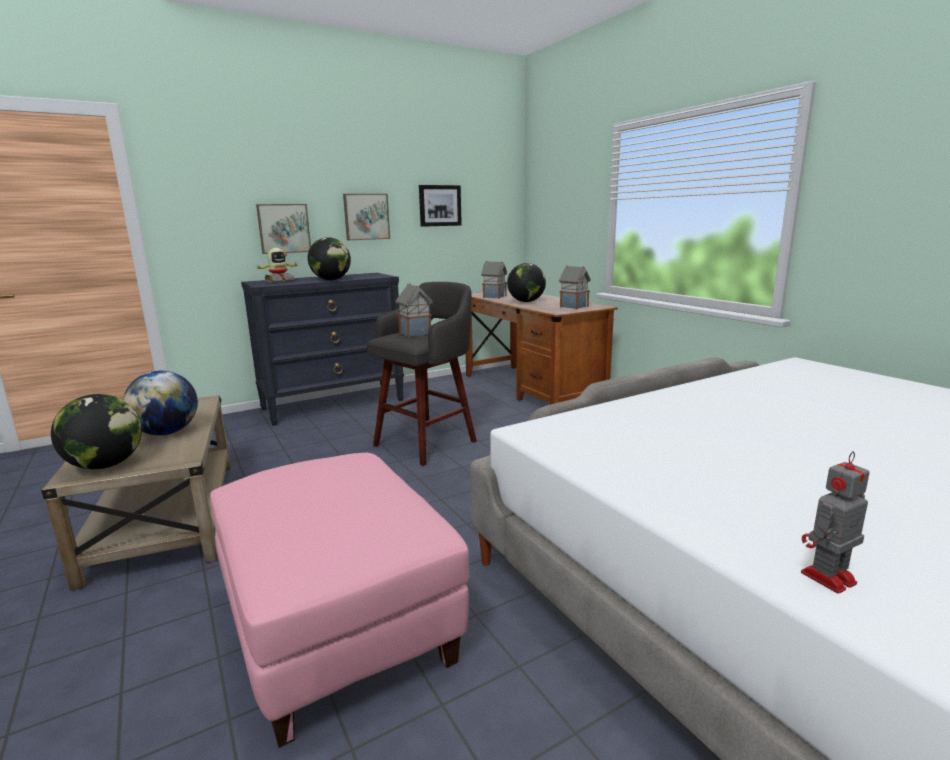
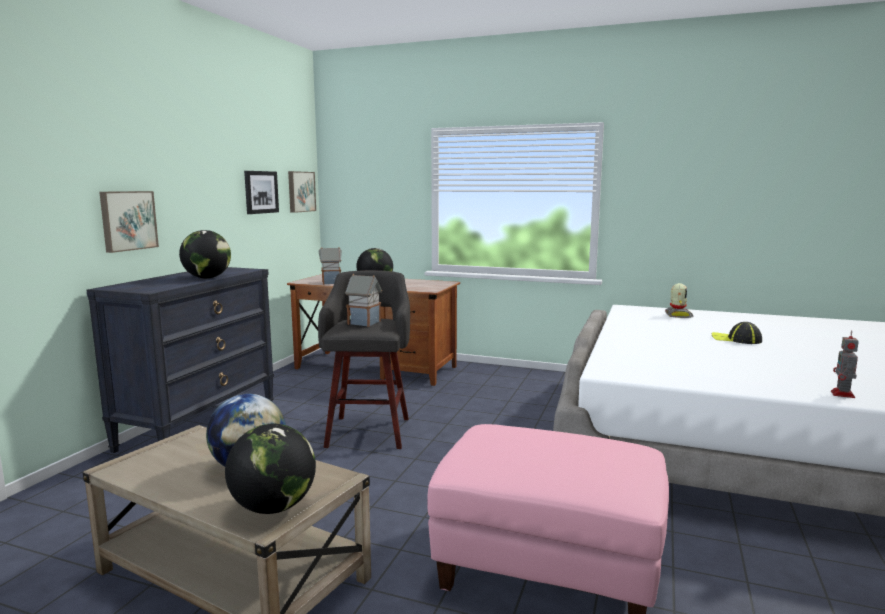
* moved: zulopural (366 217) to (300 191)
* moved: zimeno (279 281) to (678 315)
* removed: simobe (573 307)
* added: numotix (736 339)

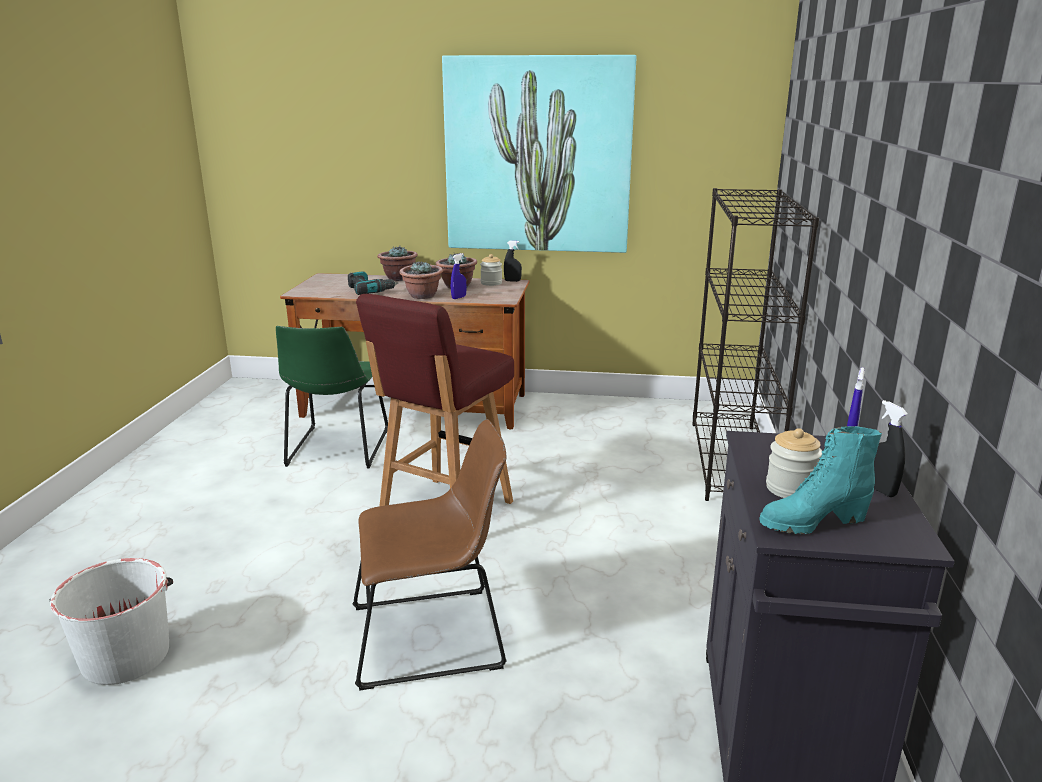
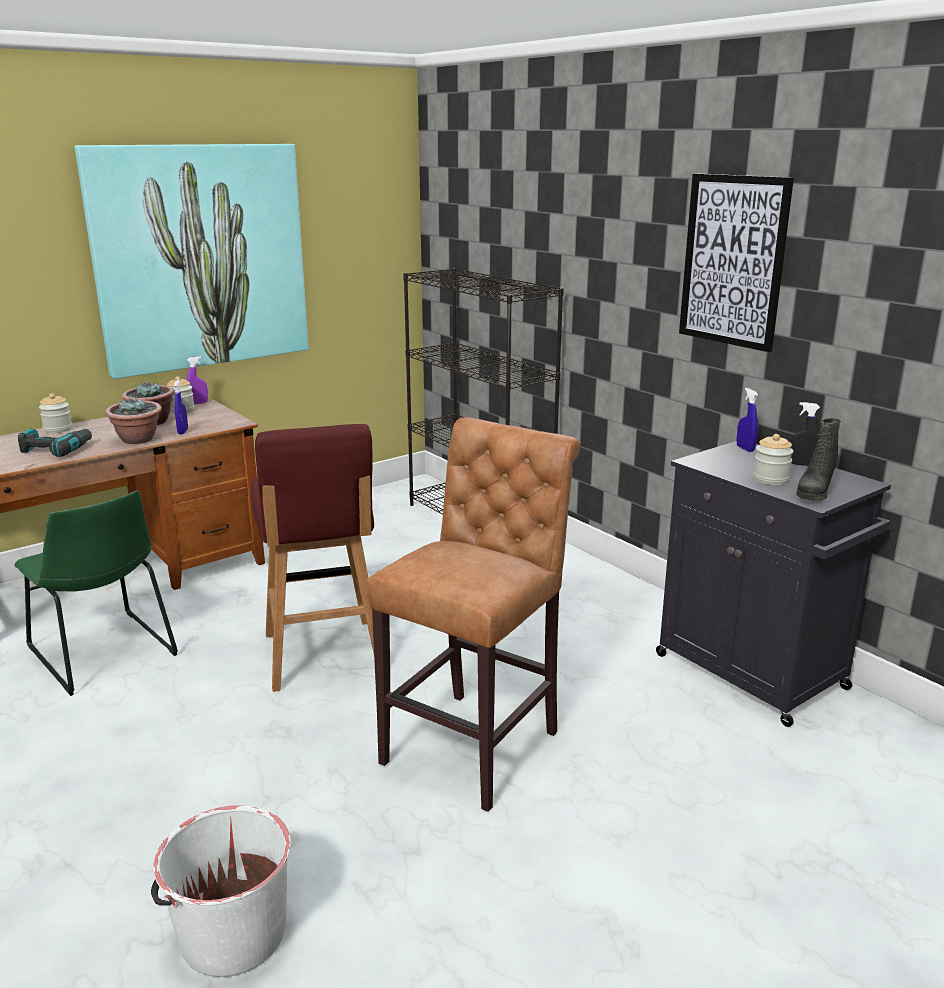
* recoloured: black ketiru (512 281) to purple ketiru (198 403)
* replaced: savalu (398 278) to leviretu (58 429)
* replaced: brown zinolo (434 635) to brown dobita (477 743)
* recoloured: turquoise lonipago (811 522) to black lonipago (814 491)
* added: zulopural (733 261)

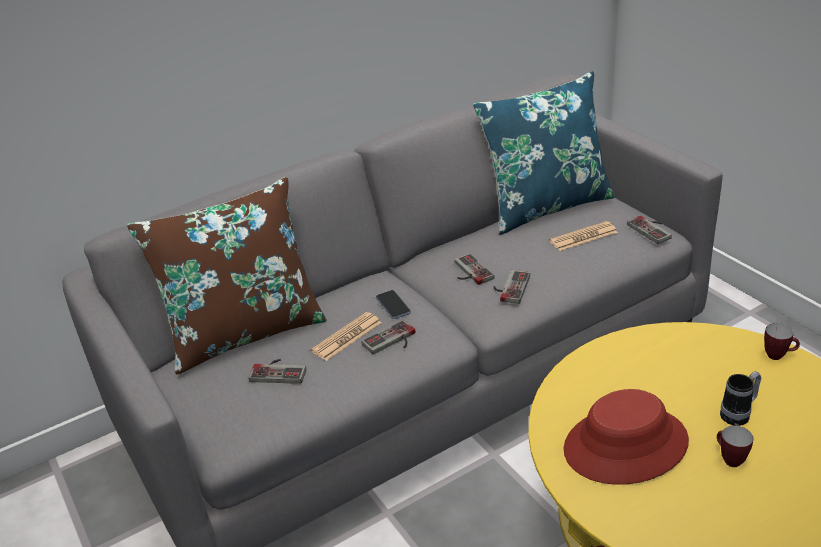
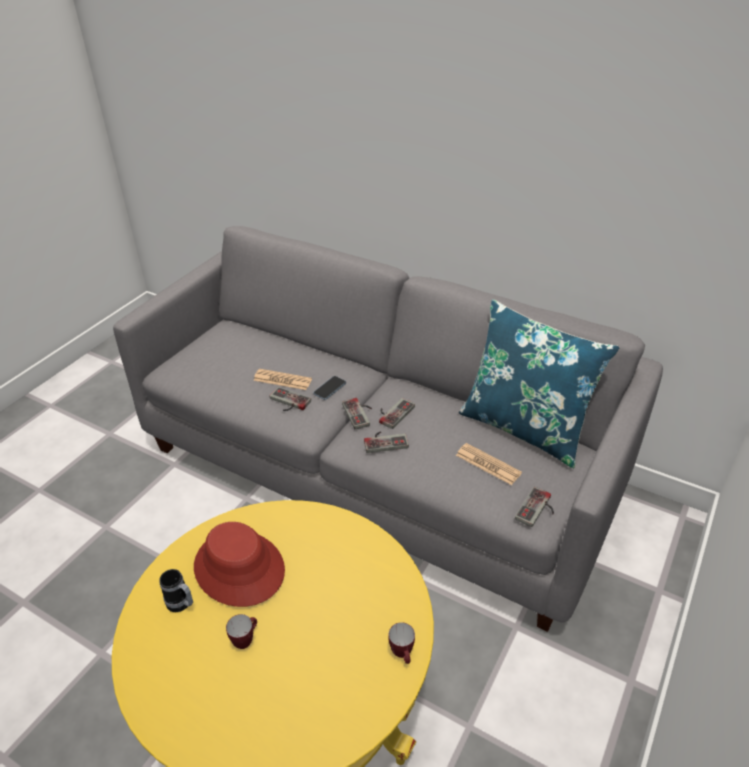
* removed: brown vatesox (245 332)
* moved: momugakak (279 371) to (360 413)
* moved: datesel (739 414) to (182 605)

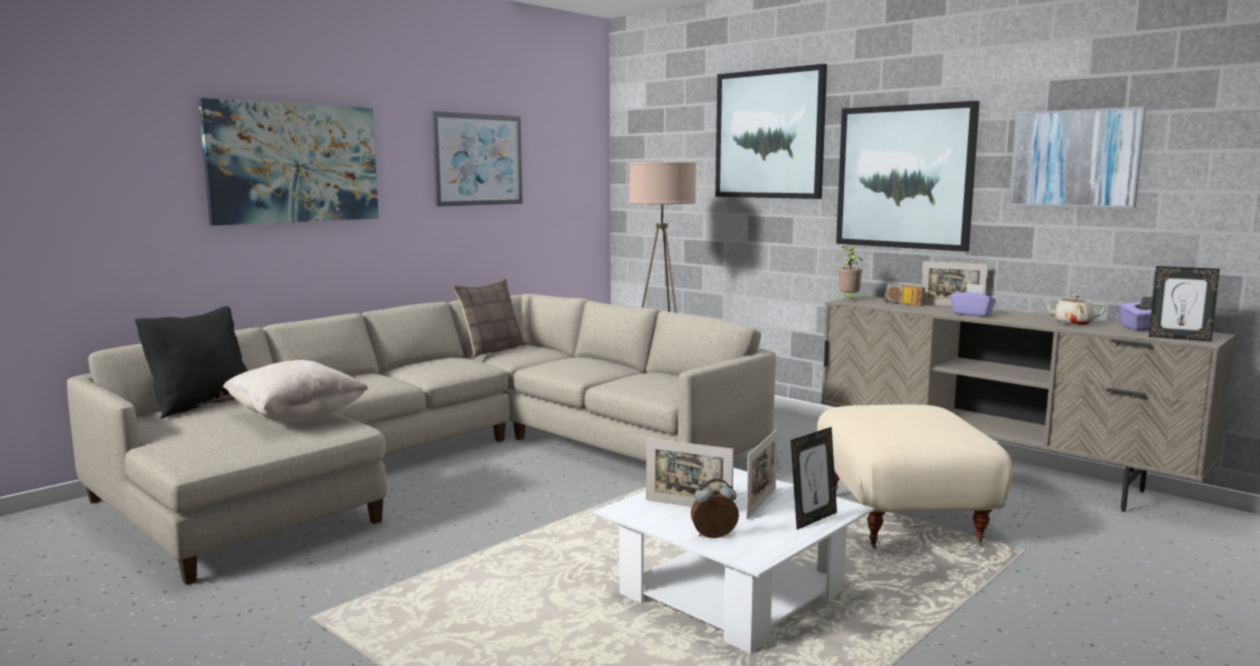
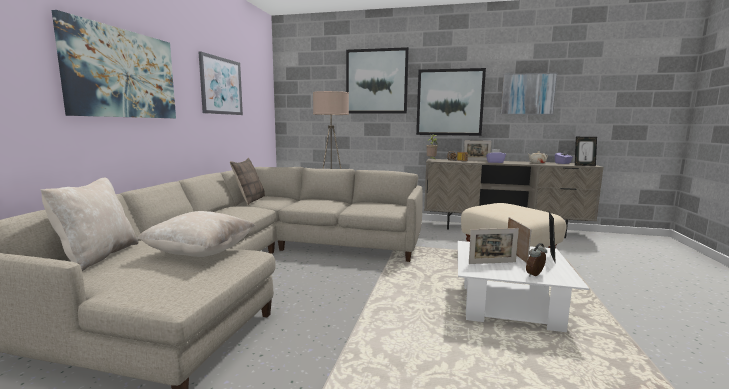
* recoloured: black vatesox (201 404) to beige vatesox (97 257)

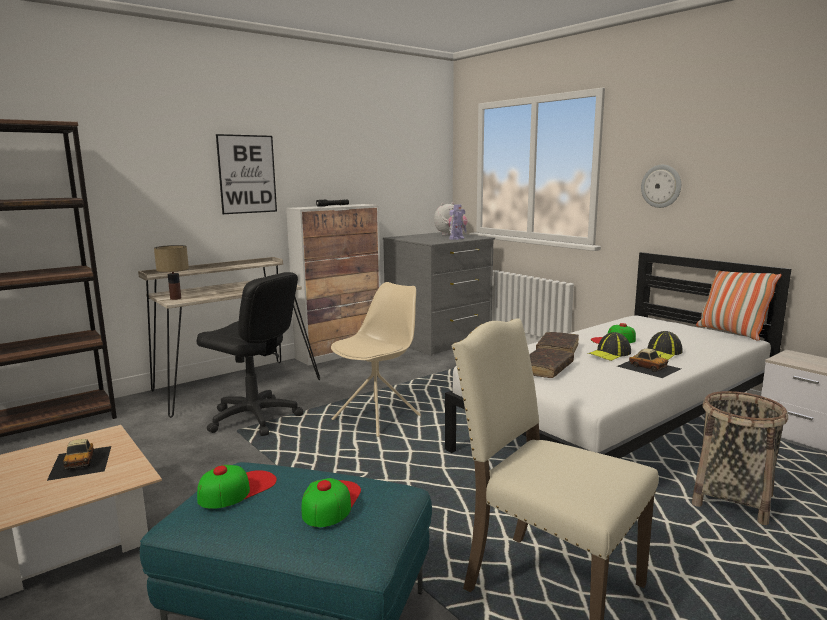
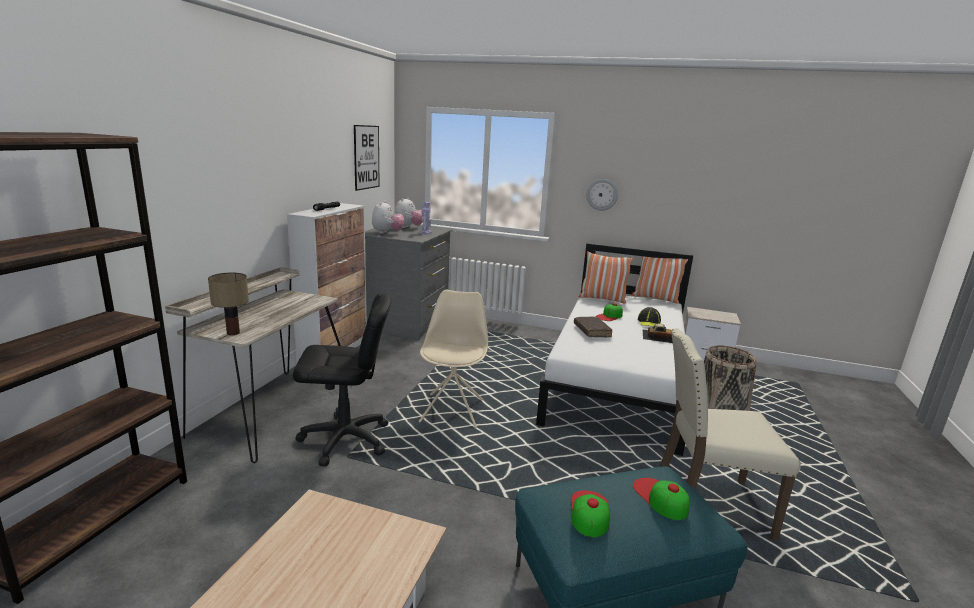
* moved: zulopural (247 174) to (366 157)
* removed: numotix (609 354)
* removed: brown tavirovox (545 369)
* removed: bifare (81 462)
* added: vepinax (387 233)
* added: vatesox (602 299)

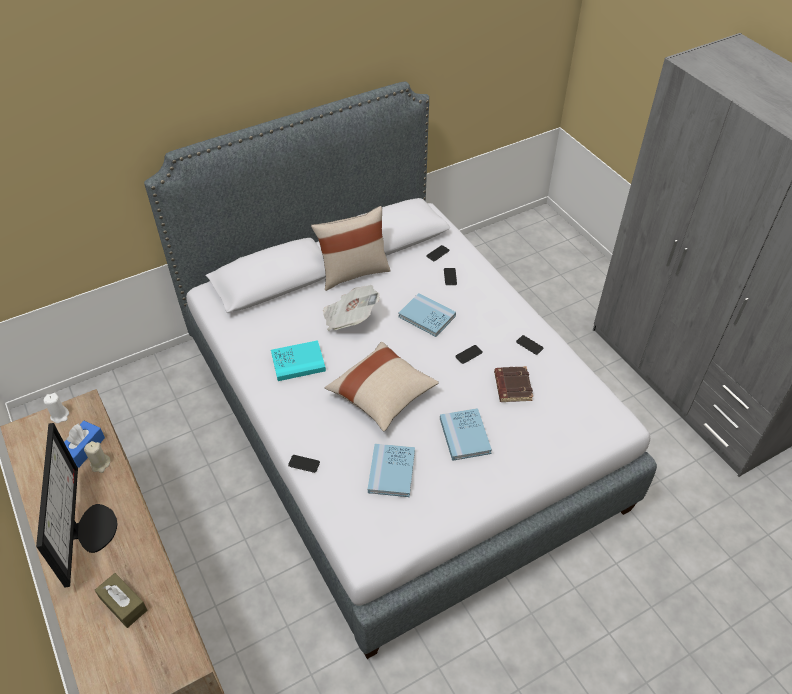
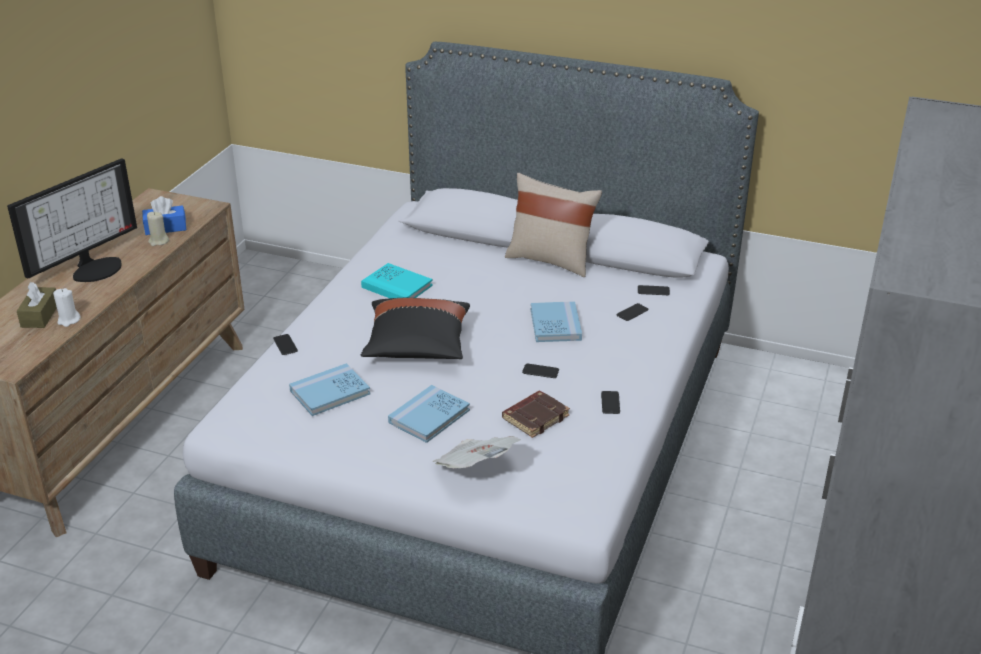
* moved: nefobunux (350 318) to (476 468)
* recoloured: beige vatesox (382 395) to black vatesox (417 347)
* moved: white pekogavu (60 415) to (68 320)

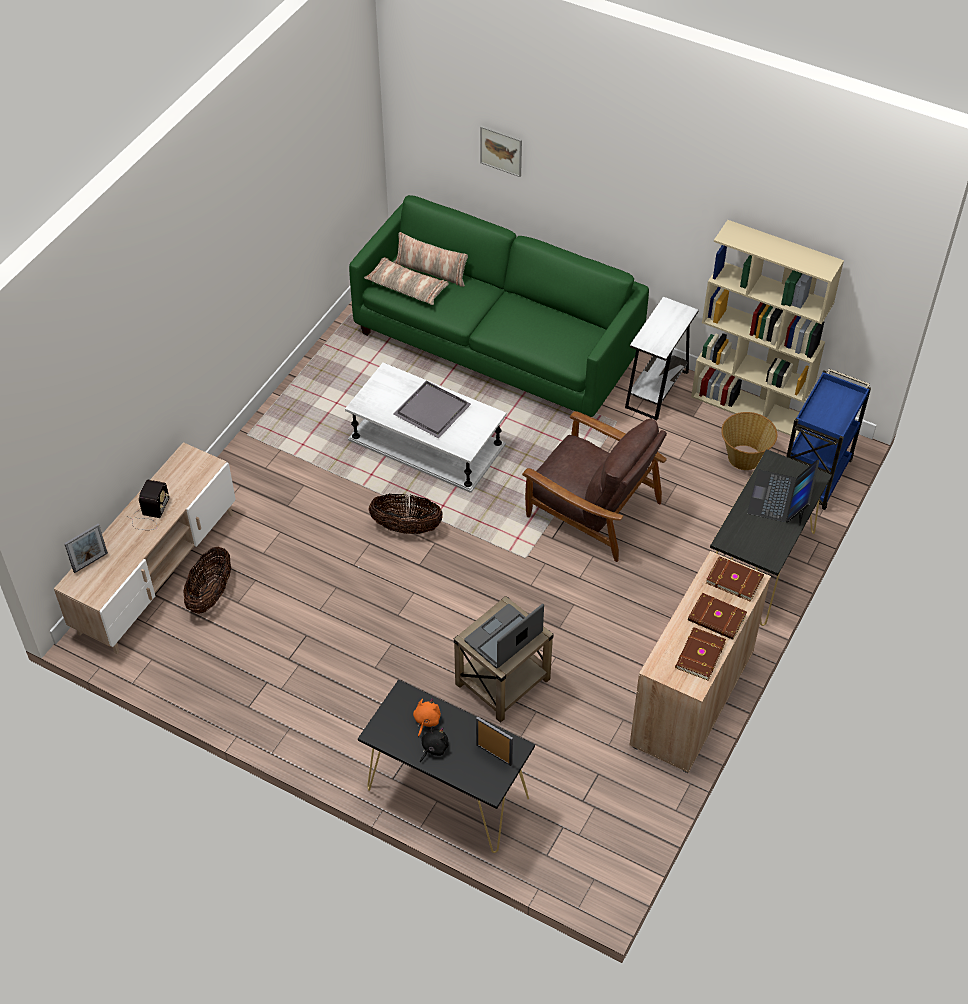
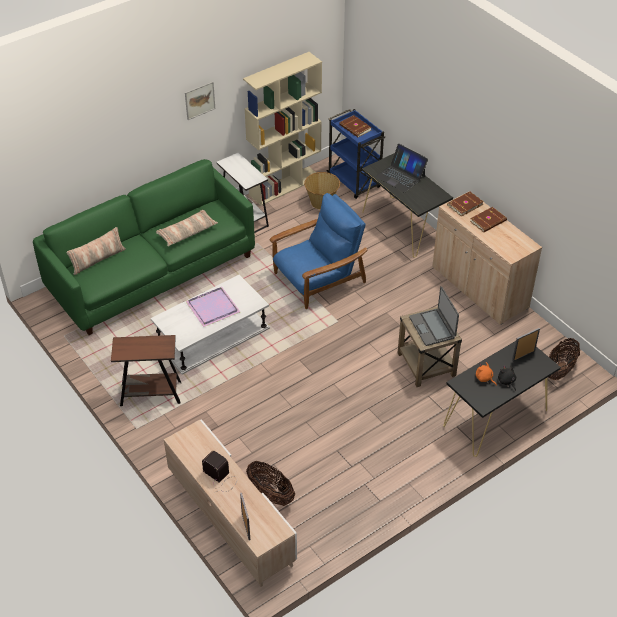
* moved: zulopural (501 150) to (199 100)
* moved: vatesox (407 287) to (187 232)
* recoloured: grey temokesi (432 409) to purple temokesi (211 307)
* recoloured: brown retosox (591 509) to blue retosox (318 279)
* moved: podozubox (406 527) to (559 370)
* moved: brown tavirovox (699 655) to (355 128)
* added: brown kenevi (151 394)

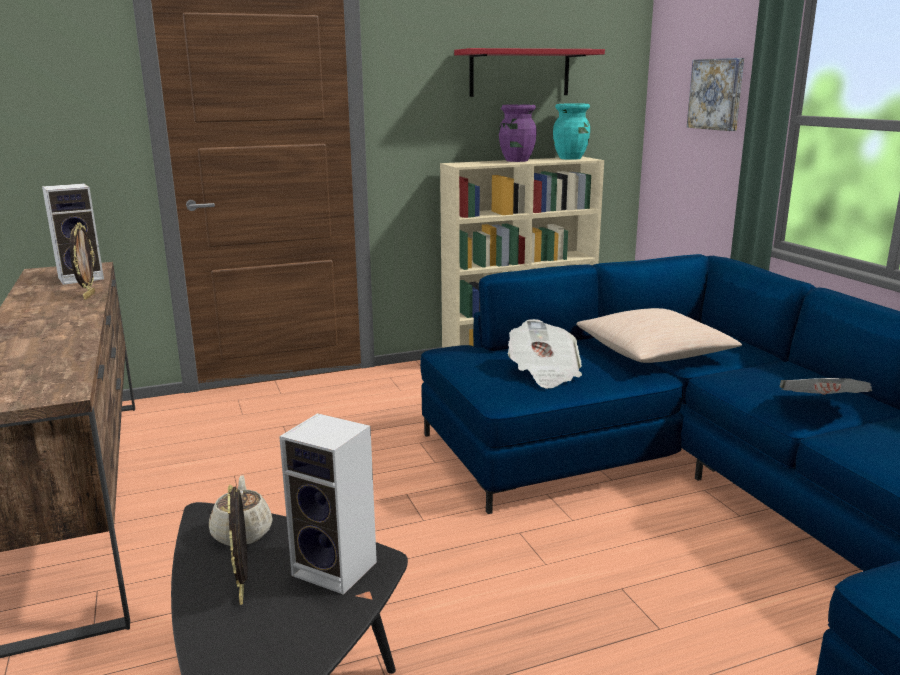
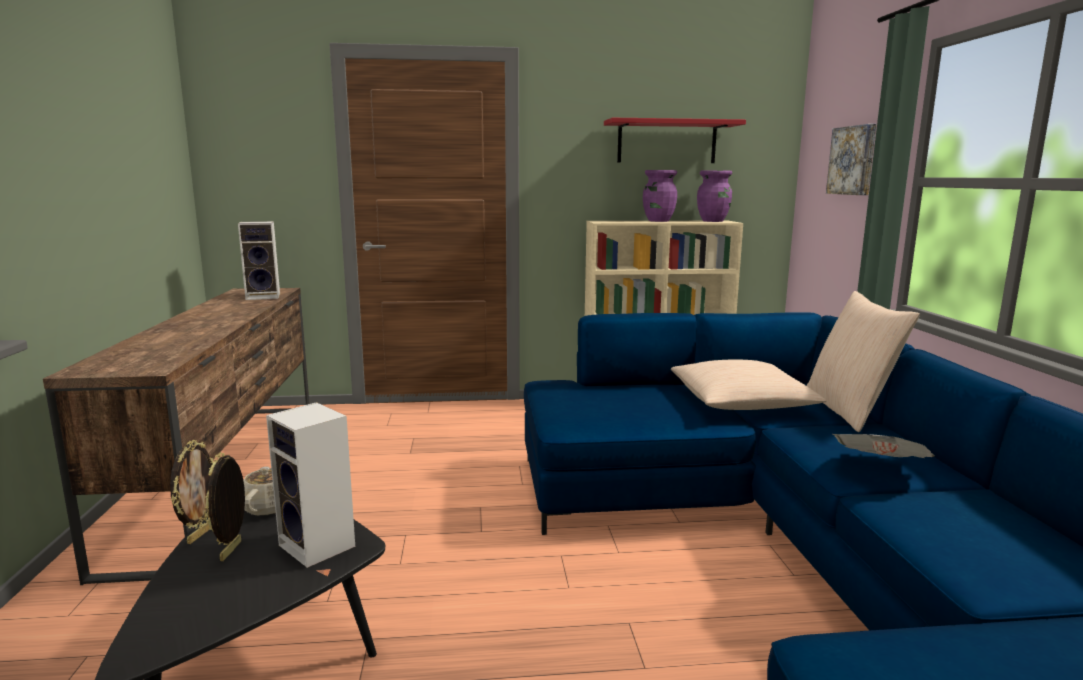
* recoloured: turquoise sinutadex (570 158) to purple sinutadex (713 221)
* moved: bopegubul (88 296) to (200 534)
* removed: nefobunux (544 373)
* added: beige vatesox (849 410)

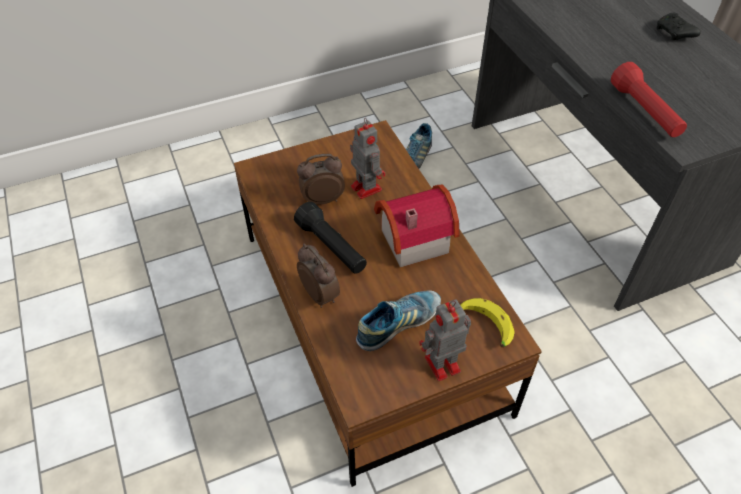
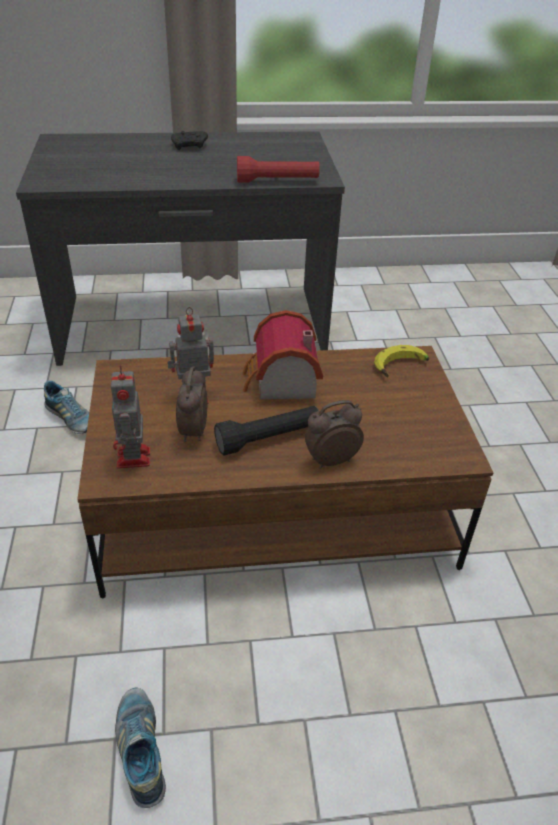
* moved: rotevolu (398 324) to (141 750)
* moved: zimeno (440 365) to (133 459)

